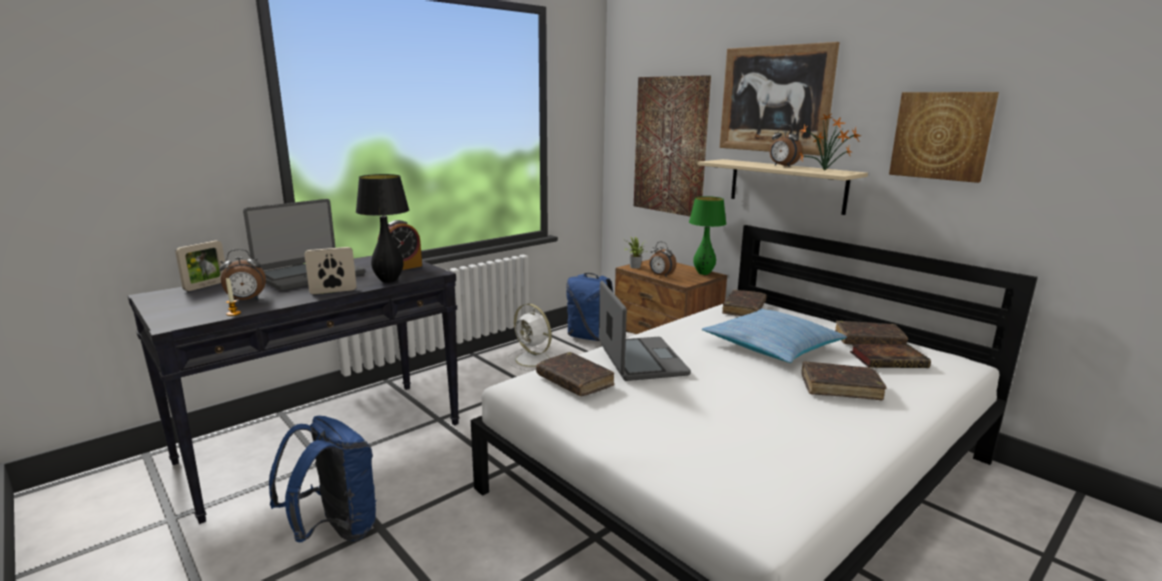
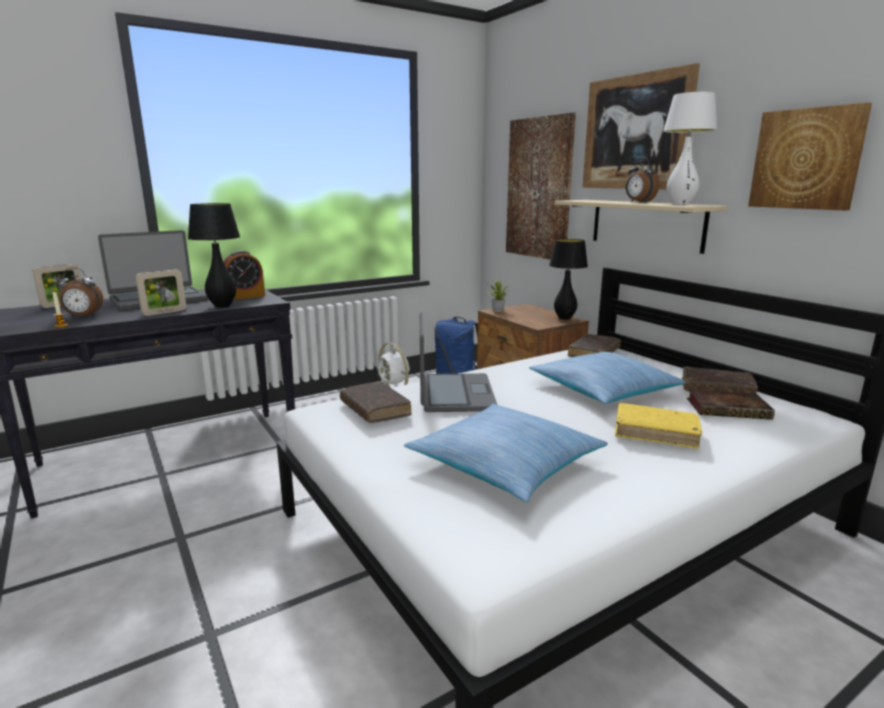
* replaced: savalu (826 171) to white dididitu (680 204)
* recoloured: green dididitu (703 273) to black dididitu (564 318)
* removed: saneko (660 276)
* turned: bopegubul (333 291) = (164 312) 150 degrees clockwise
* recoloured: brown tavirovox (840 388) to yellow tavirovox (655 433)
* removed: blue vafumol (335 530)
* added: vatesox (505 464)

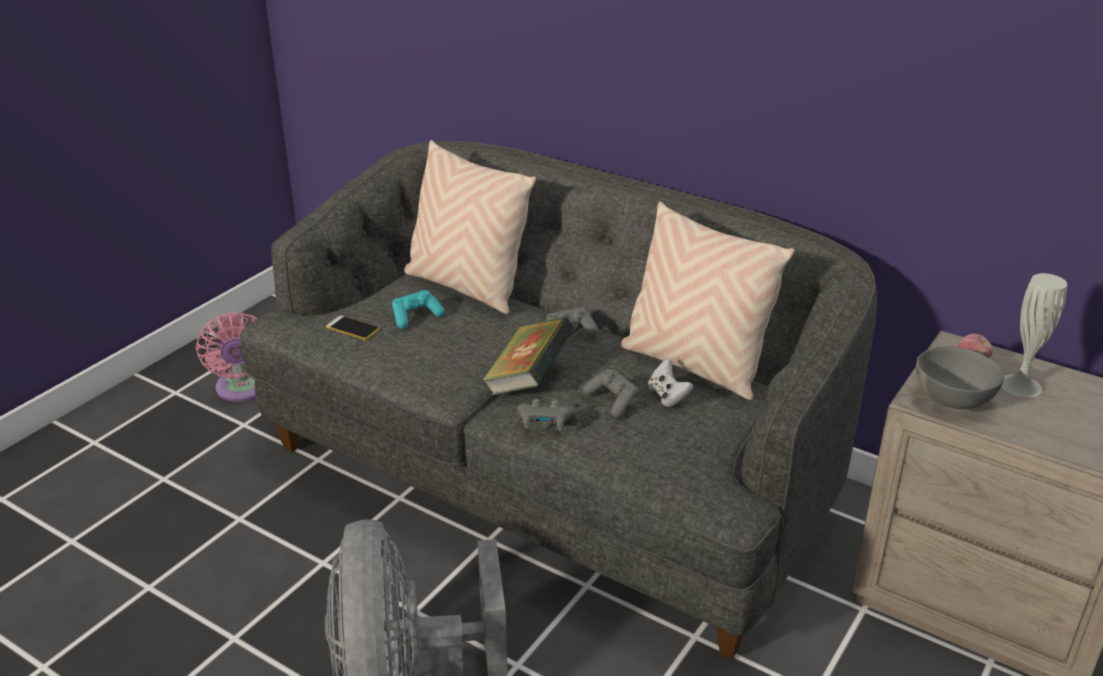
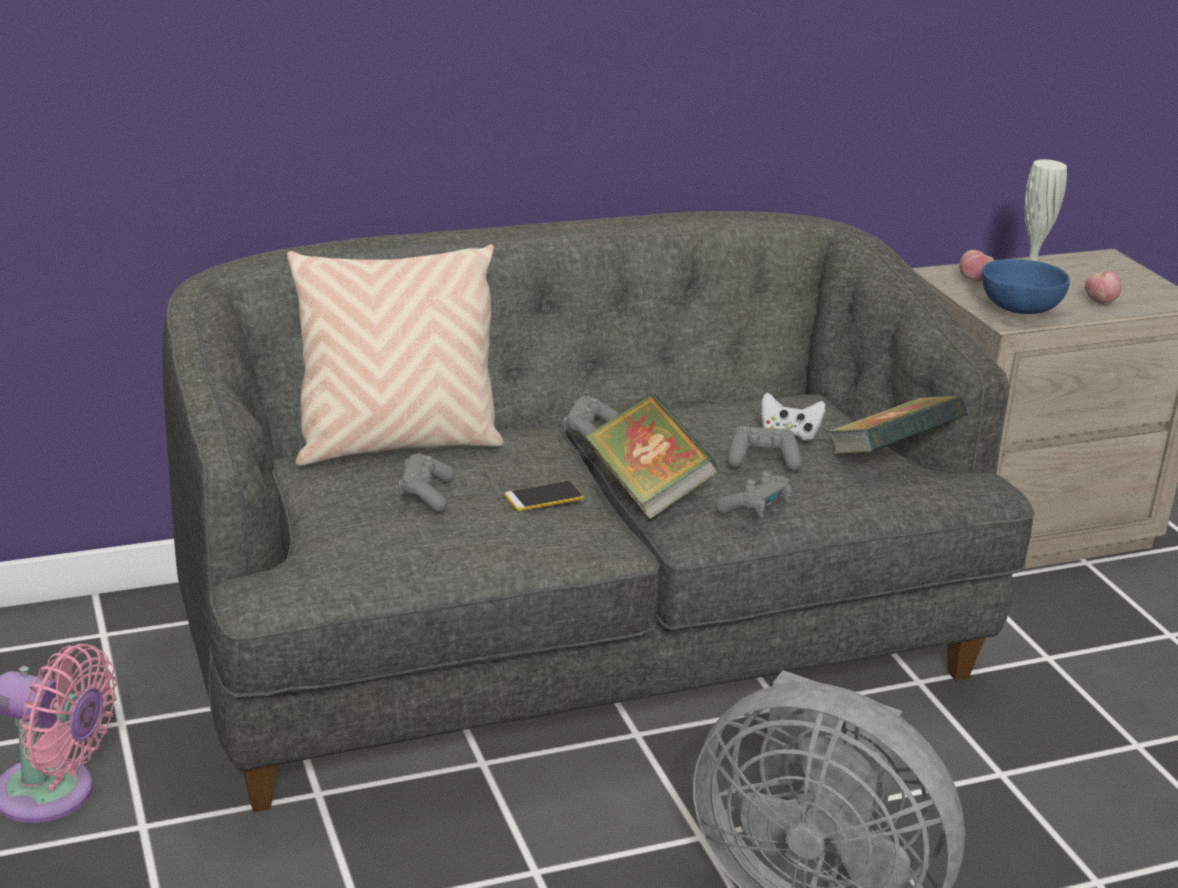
* removed: beige vatesox (694 365)
* recoloured: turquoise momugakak (416 317) to grey momugakak (425 495)
* moved: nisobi (352 328) to (544 497)
* recoloured: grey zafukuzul (949 399) to blue zafukuzul (1018 311)
* added: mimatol (1099 302)
* added: tavirovox (891 458)

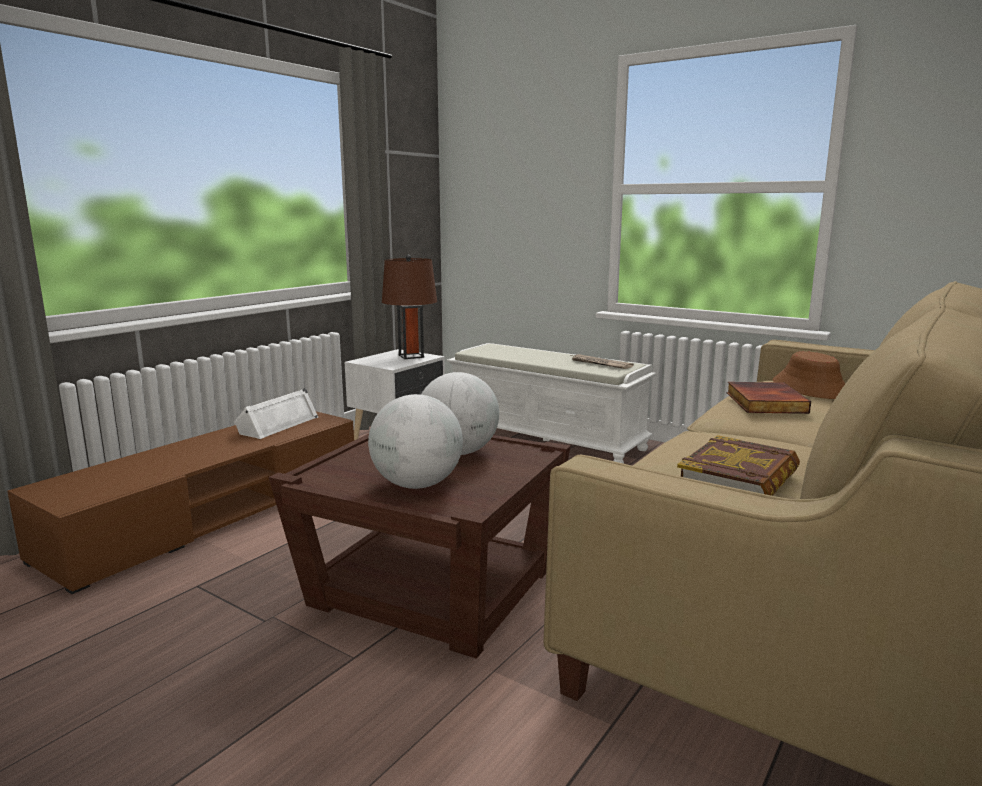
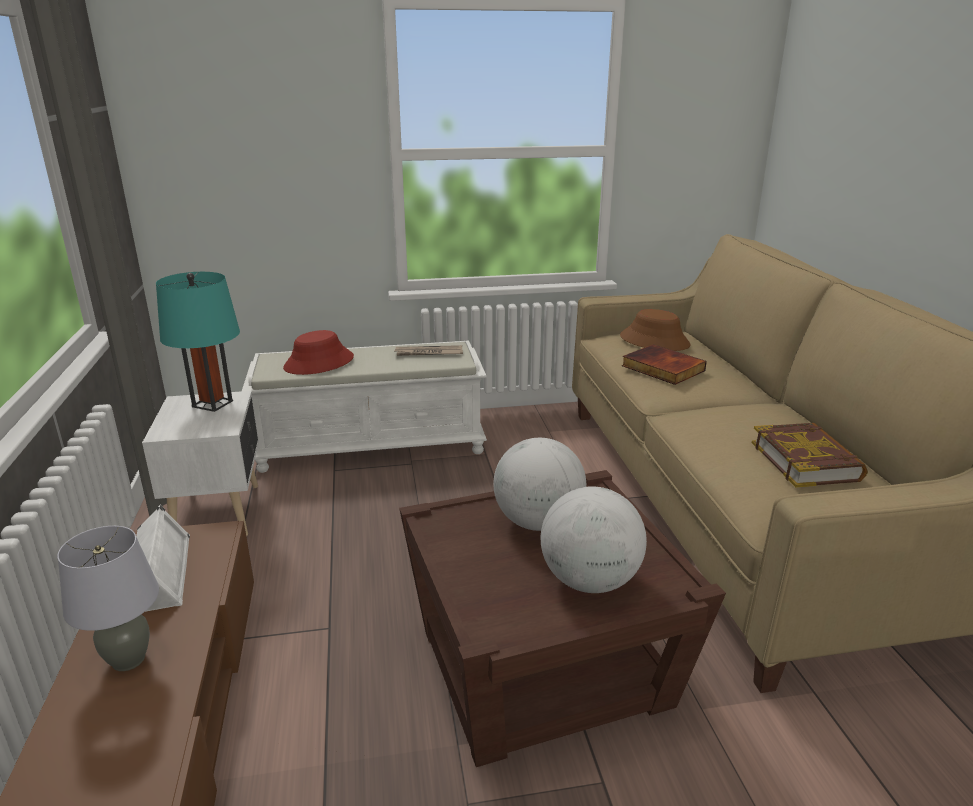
* recoloured: brown dididitu (411 356) to turquoise dididitu (212 404)
* added: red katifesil (319 363)
* added: grey dididitu (128 659)

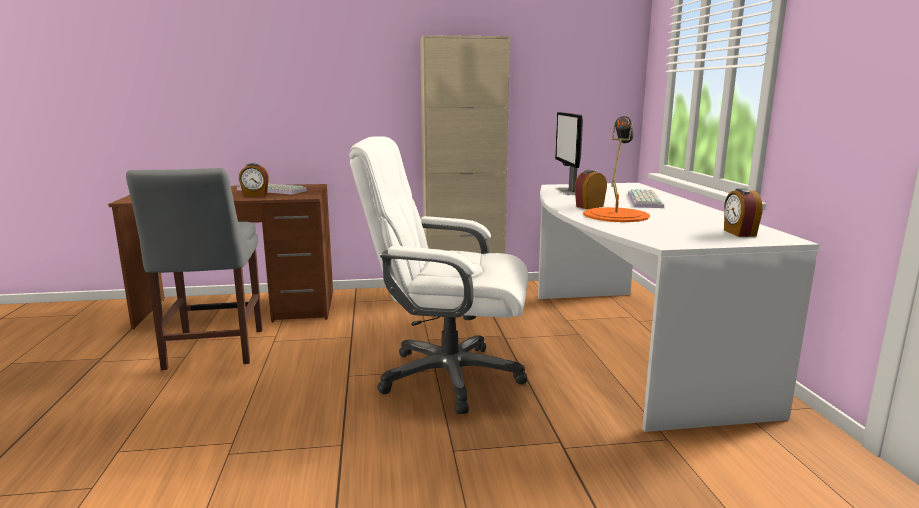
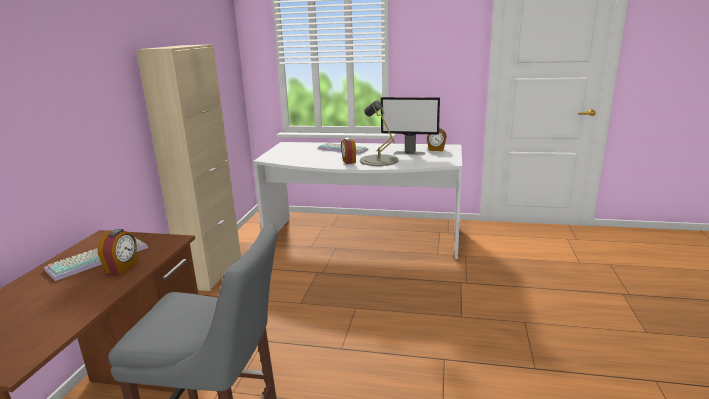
* moved: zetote (567 191) to (409 153)
* recoloured: orange dididitu (615 215) to grey dididitu (379 160)
* removed: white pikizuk (448 377)

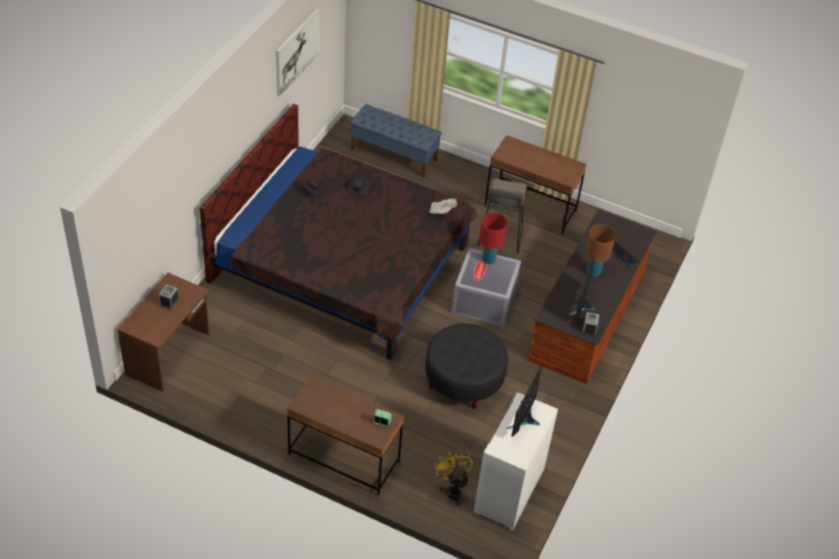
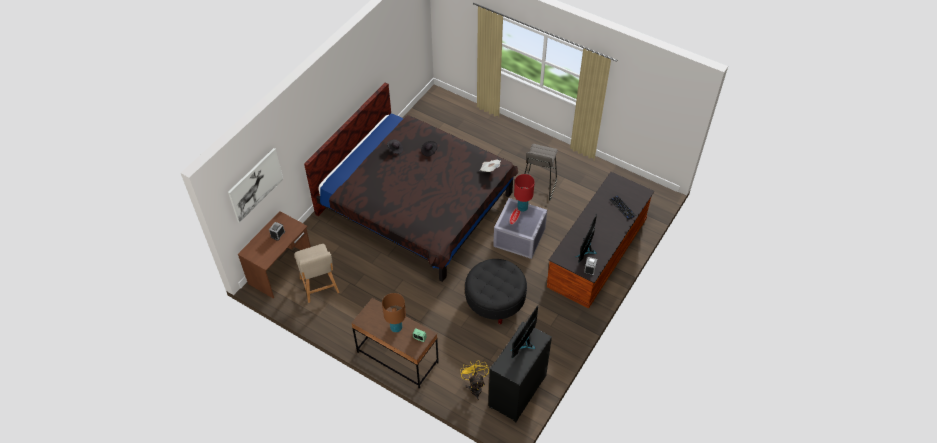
* moved: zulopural (297 51) to (255 184)
* removed: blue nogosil (394 155)
* removed: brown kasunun (530 208)
* moved: brown dididitu (593 272) to (396 327)
* recoloured: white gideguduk (509 491) to black gideguduk (518 391)
* added: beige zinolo (320 287)

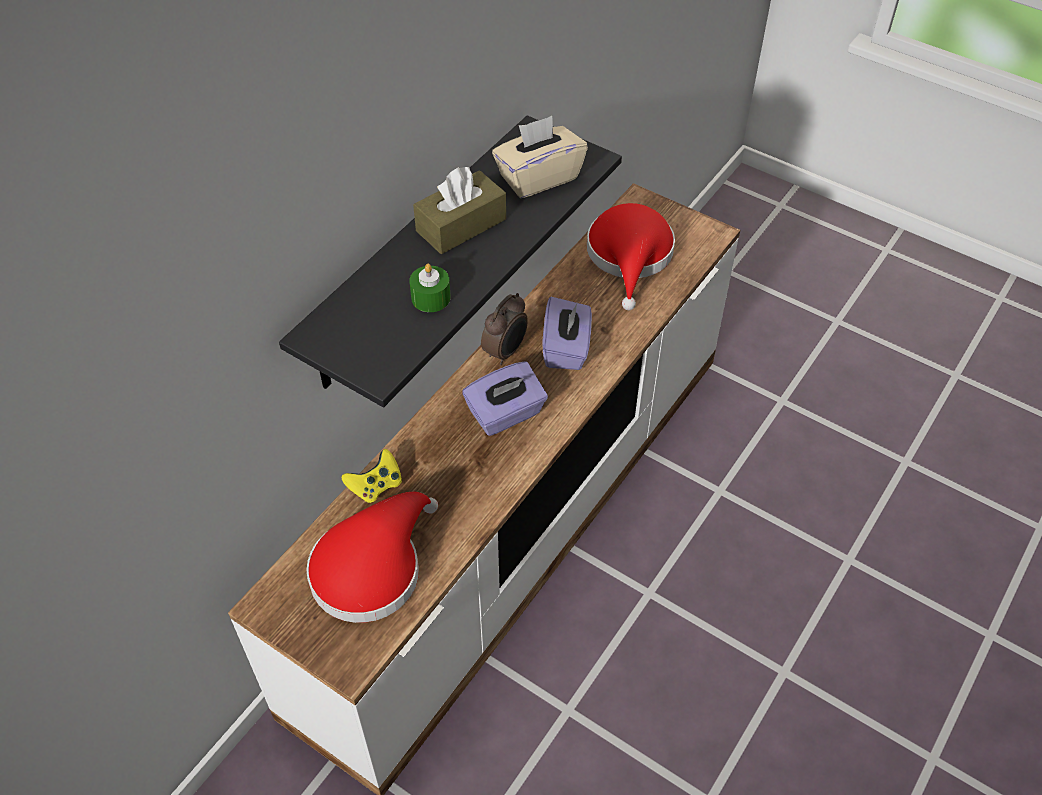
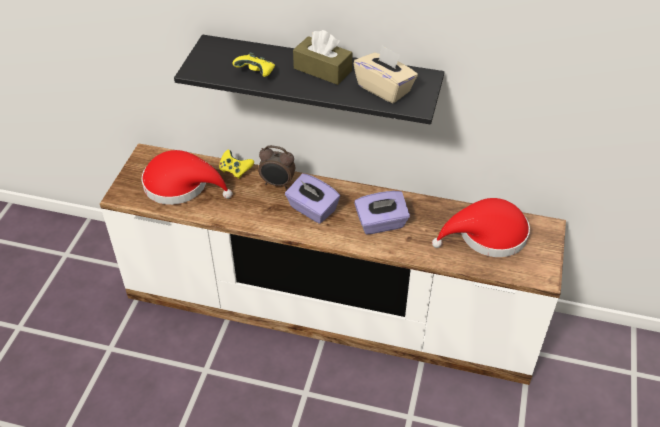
* replaced: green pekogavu (431 298) to yellow momugakak (256 73)
* moved: saneko (506 352) to (277 184)

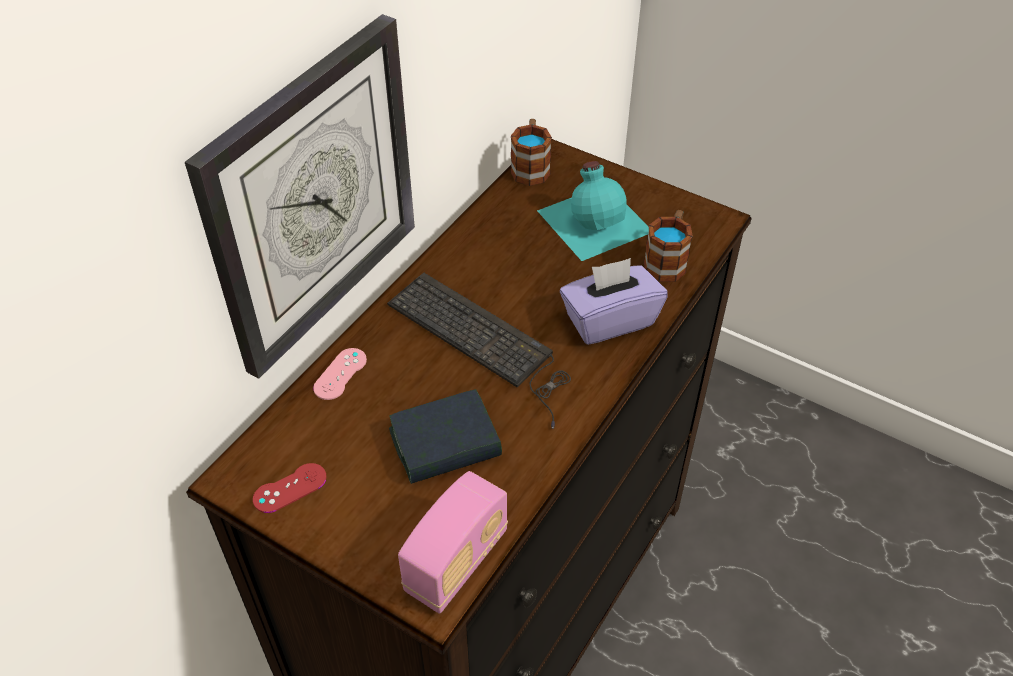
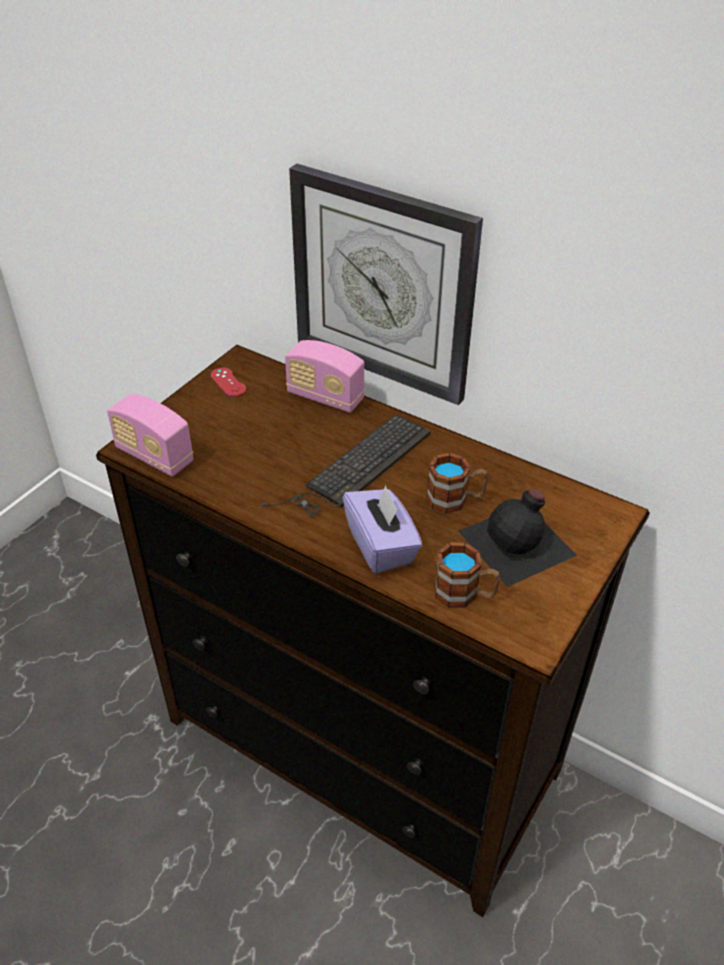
* moved: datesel (530 167) to (455 499)
* recoloured: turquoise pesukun (595 219) to black pesukun (519 543)
* replaced: pink momugakak (340 374) to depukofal (325 397)
* removed: tavirovox (445 444)

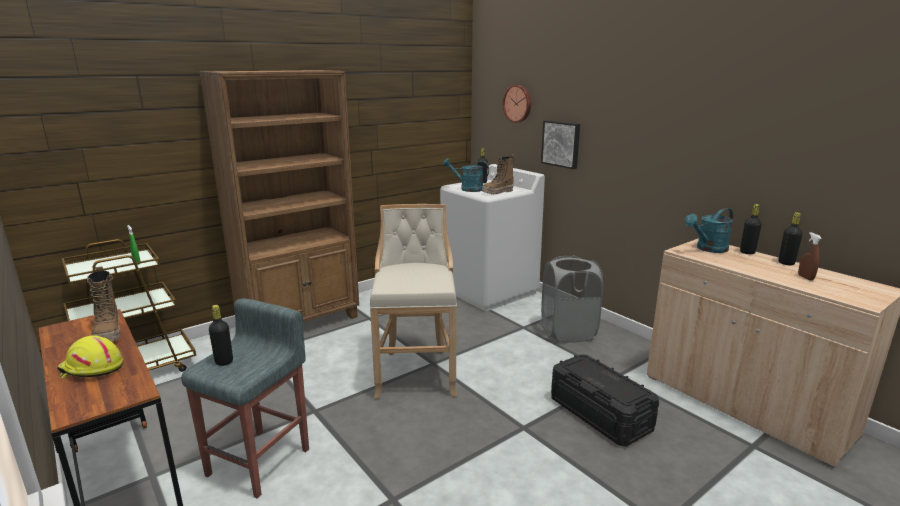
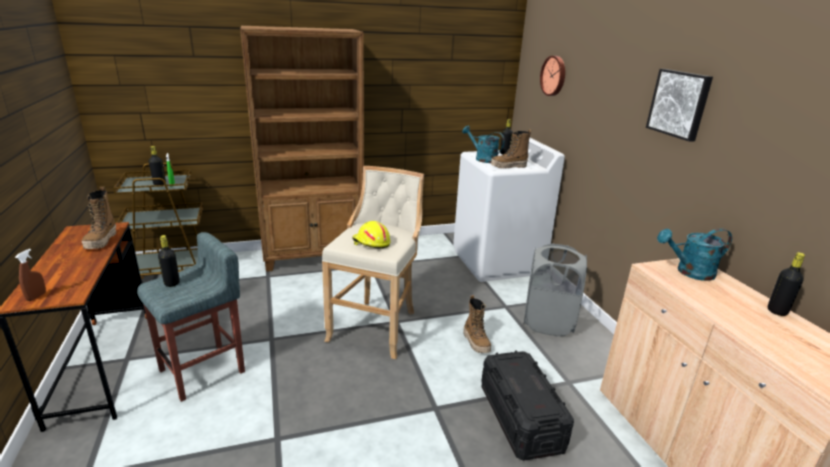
* moved: zulopural (561 144) to (679 104)
* moved: black pesukun (747 252) to (159 184)
* moved: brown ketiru (805 277) to (36 296)
* moved: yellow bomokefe (91 369) to (371 243)
* added: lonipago (476 342)

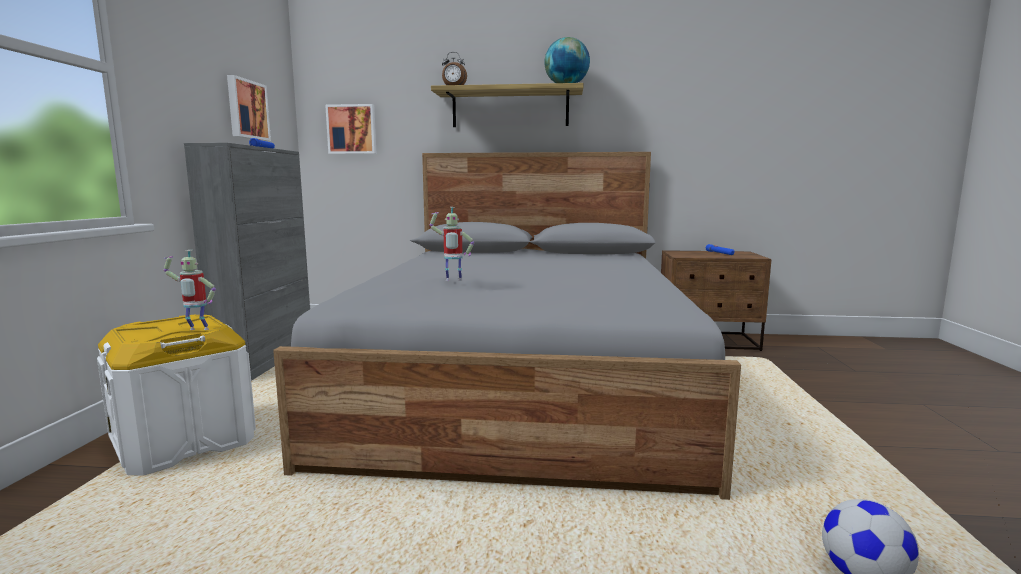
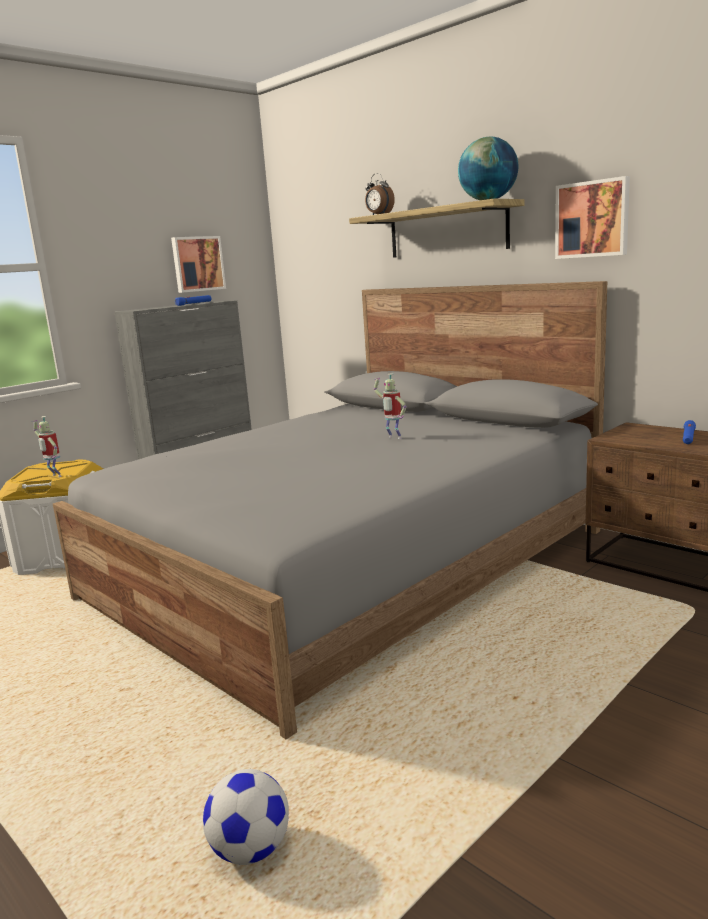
* moved: zulopural (352 129) to (592 219)
* moved: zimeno (453 280) to (393 438)

